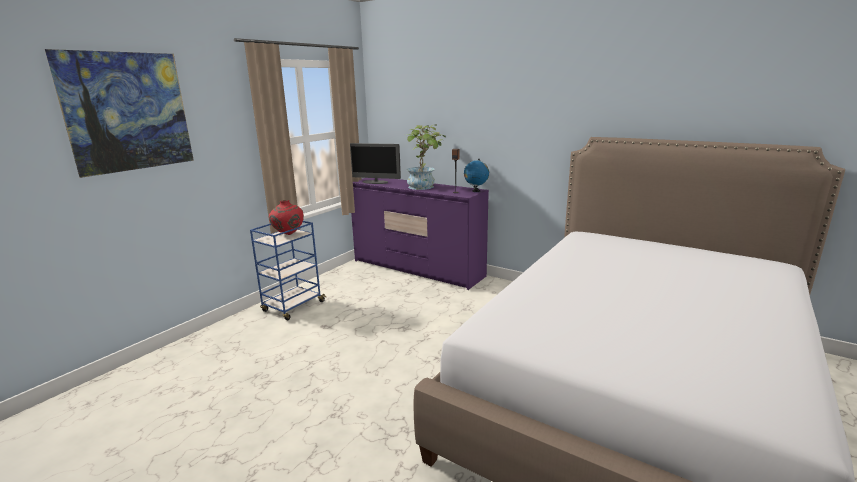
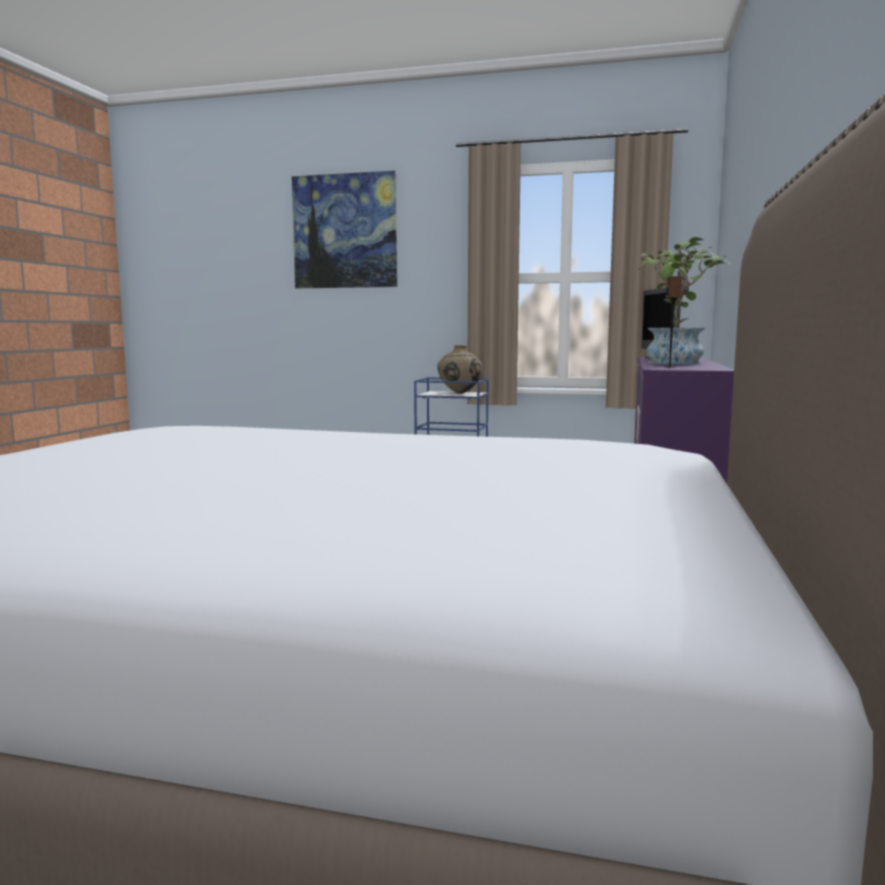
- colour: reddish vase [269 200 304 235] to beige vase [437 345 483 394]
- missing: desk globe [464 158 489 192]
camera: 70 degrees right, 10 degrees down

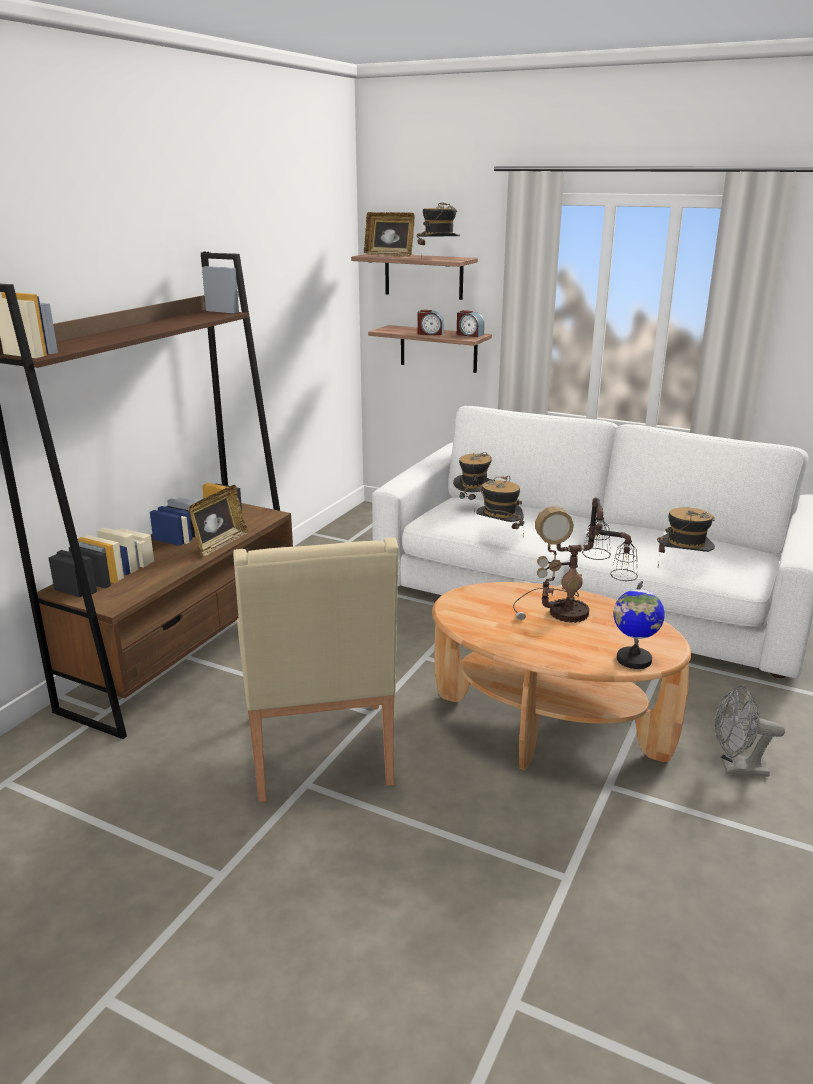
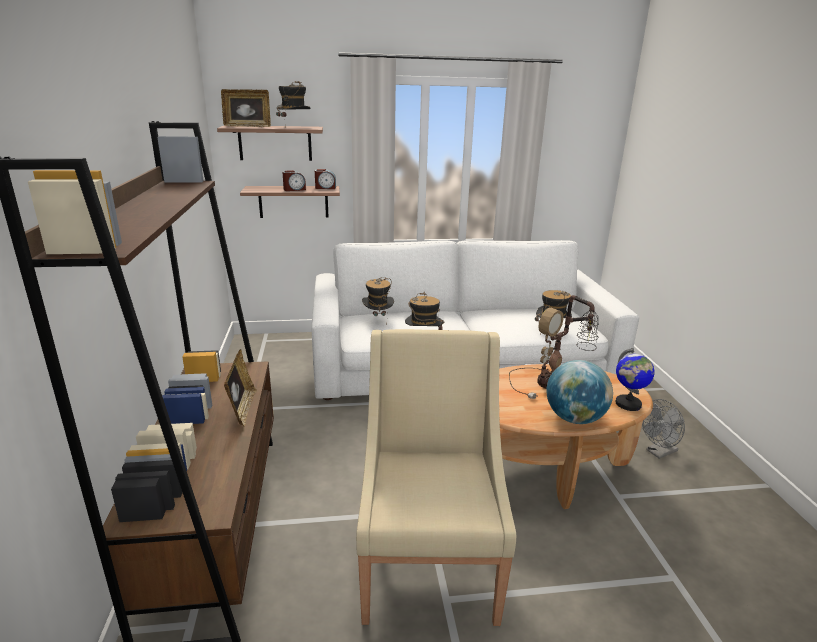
- spun: beige armchair [233 537 398 802] = [356 329 516 626] 135 degrees counterclockwise
- appeared: desk globe [546 360 613 424]
camera: 35 degrees left, 0 degrees up

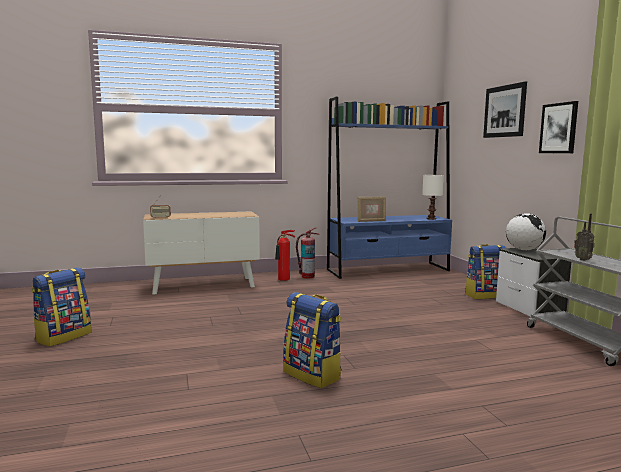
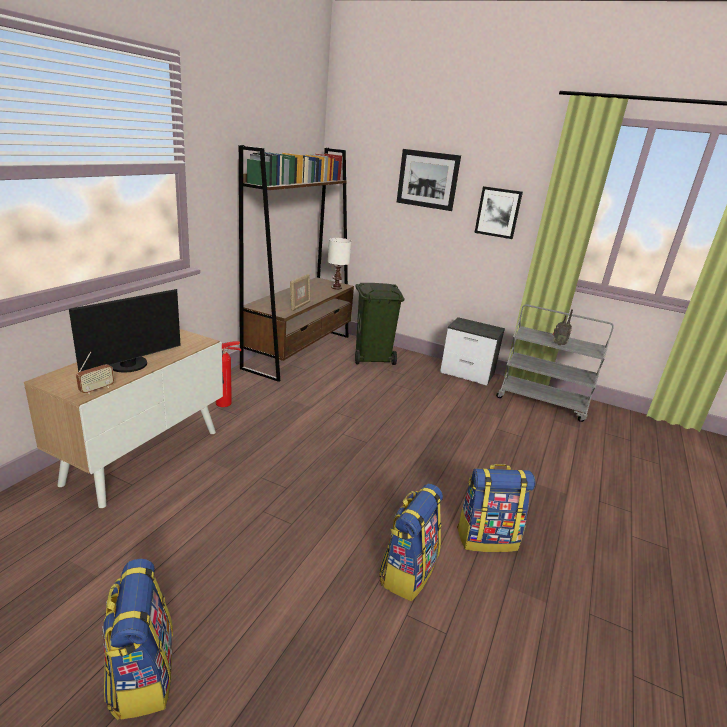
- appeared: computer display [69 289 181 372]
- colour: blue bookcase [327 97 452 279] to brown-coloured bookcase [239 145 354 382]
- appeared: green rubbish bin [355 283 405 365]
- relocated: rucksack [465 244 506 299] to [379 484 443 601]
- missing: fire-fighting cylinder [296 227 320 279]
- missing: desk globe [506 213 546 251]
camera: 50 degrees left, 15 degrees up

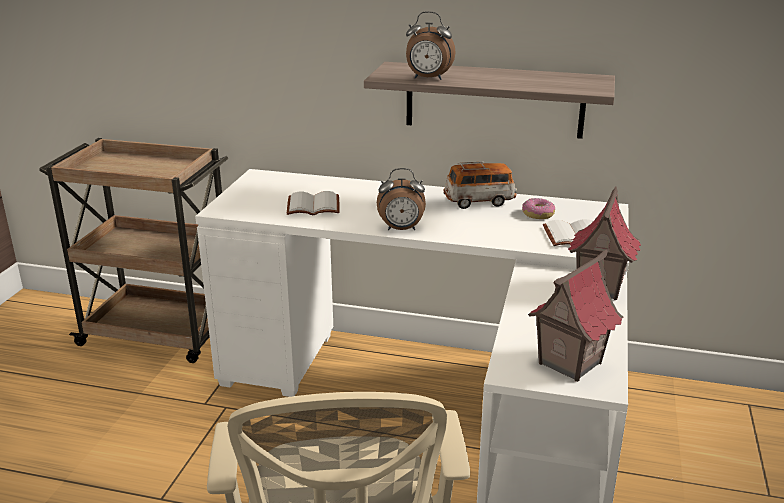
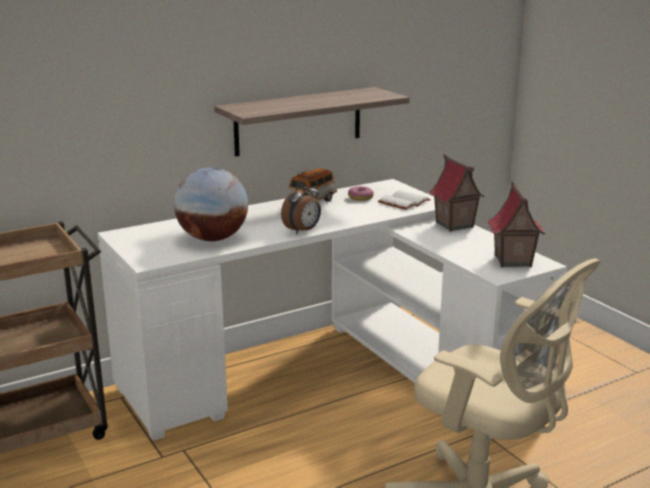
- exchanged: whitish bound book [287 191 340 215] to desk globe [174 168 248 241]
- missing: alarm clock [406 11 456 80]
camera: 45 degrees left, 5 degrees down

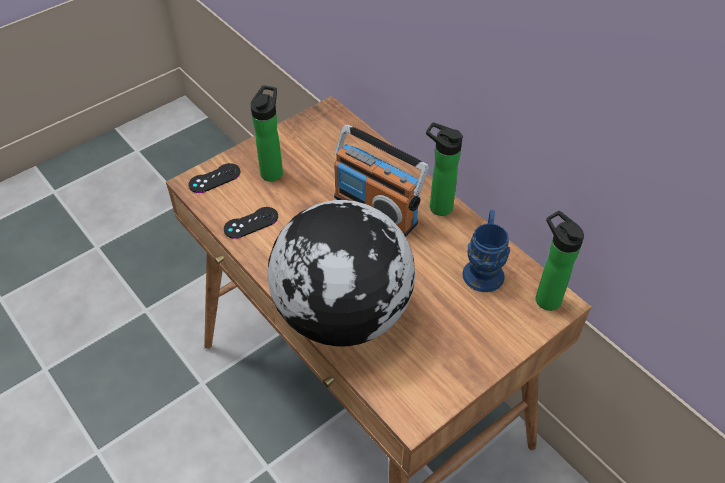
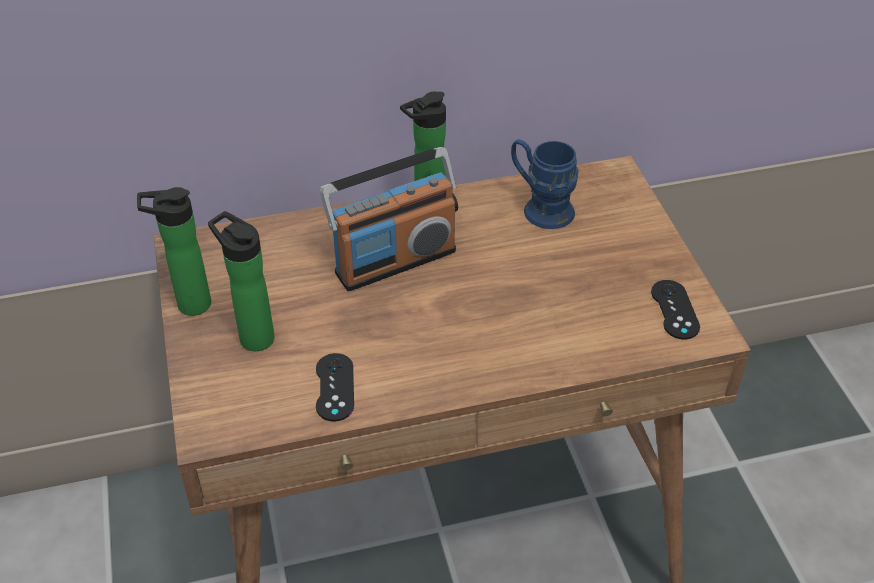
- relocated: bottle [536 211 584 311] to [137 187 211 316]
- relocated: black game controller [189 163 240 193] to [651 280 700 339]
- missing: desk globe [268 200 415 347]
camera: 65 degrees left, 5 degrees down

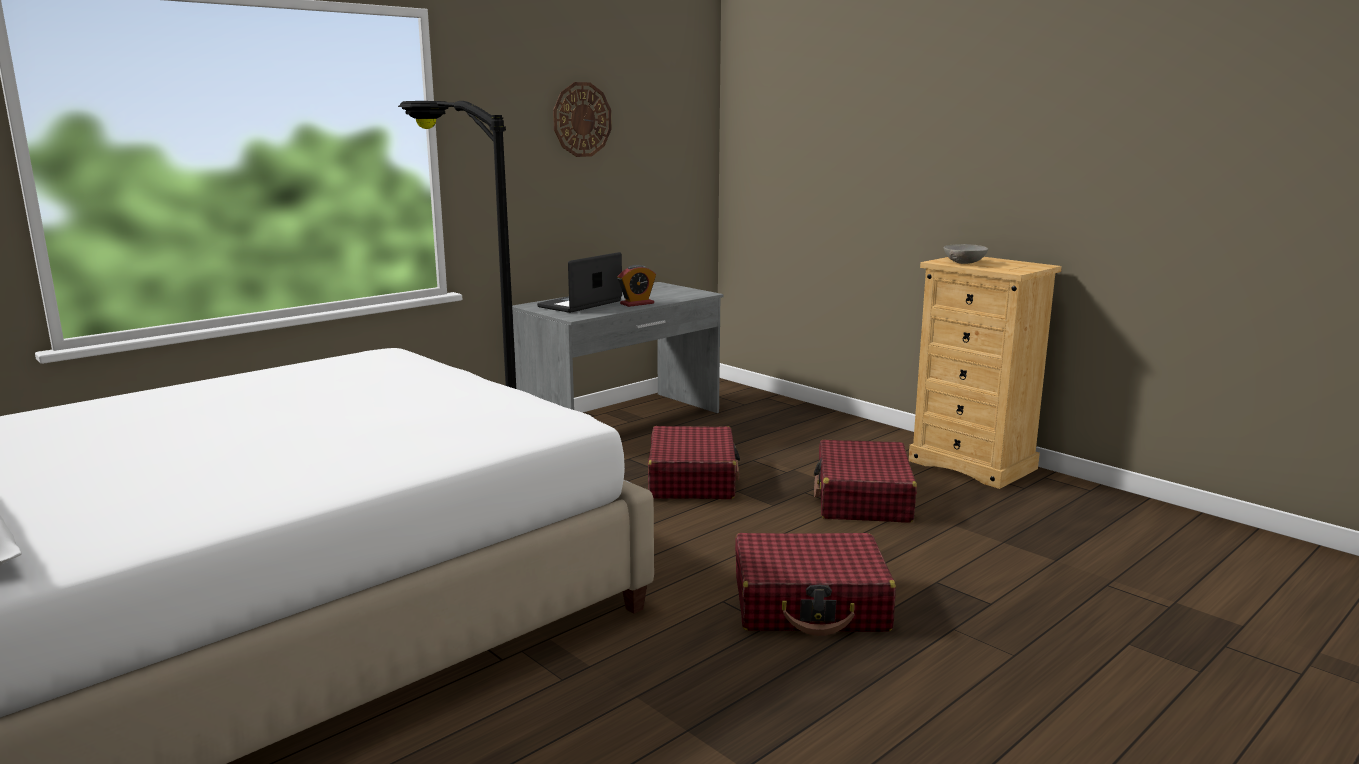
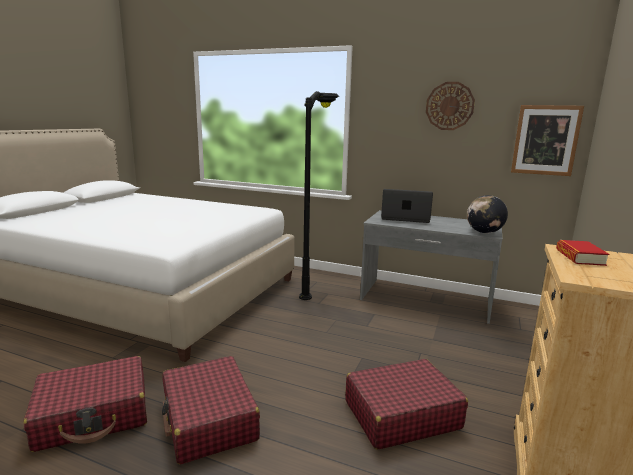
- relocated: reddish piece of luggage [648 426 740 499] to [23 356 147 452]
- appeared: desk globe [467 195 508 233]
- appeared: picture [511 105 584 176]
- exchanged: gray serving bowl [944 244 988 264] to bound book [556 240 609 266]
- missing: alarm clock [618 265 656 307]
camera: 65 degrees right, 0 degrees up

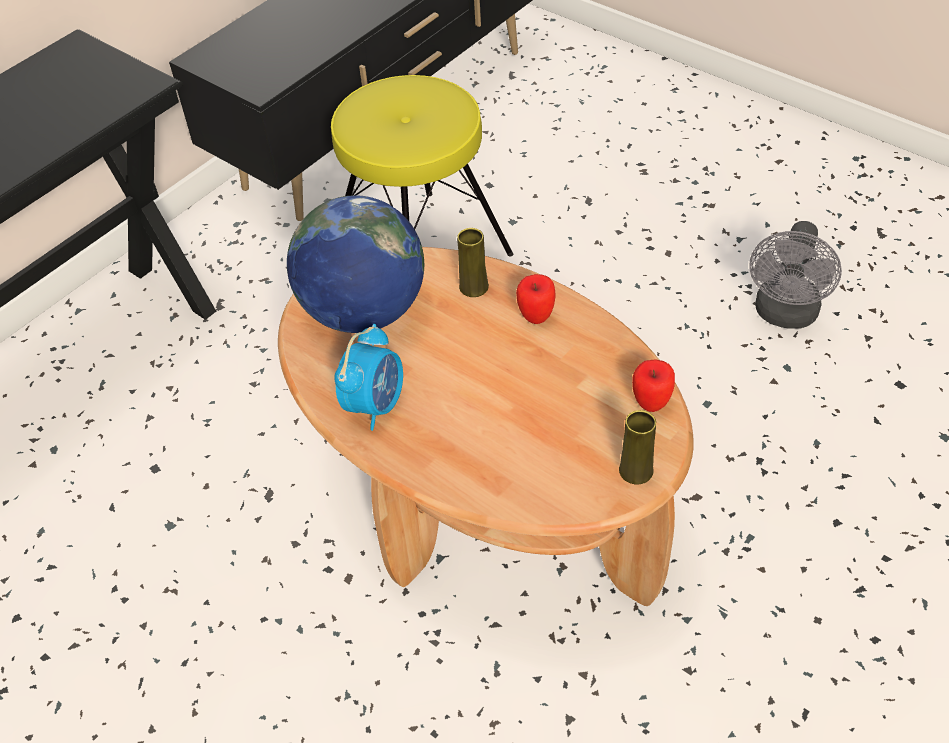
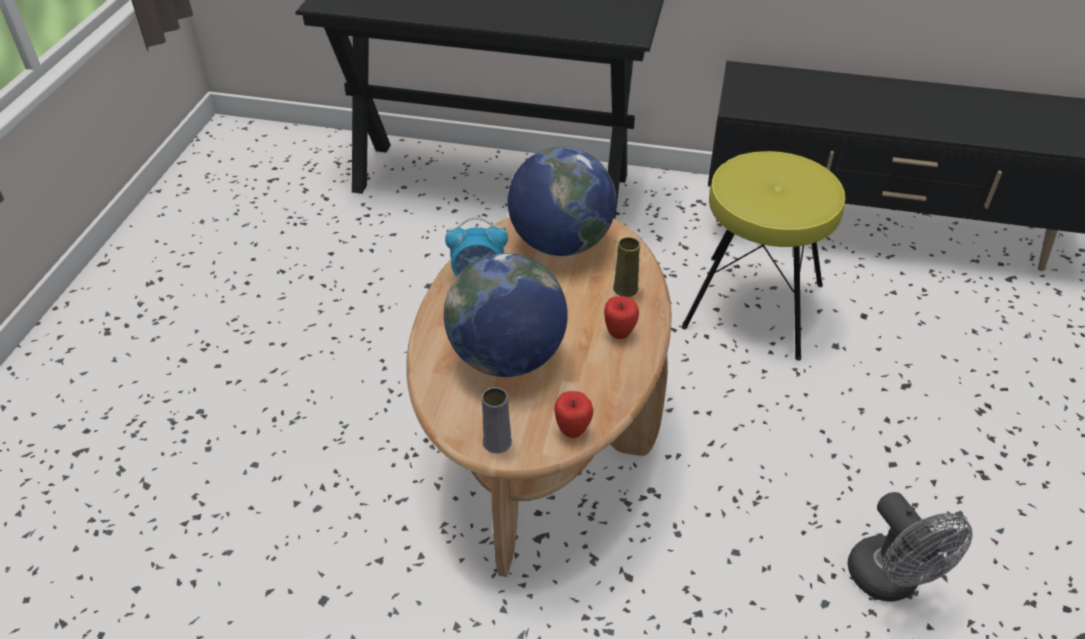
- appeared: desk globe [444 253 568 377]
- colour: yellow vase [619 410 656 484] to gray vase [482 387 512 453]
- spun: gray fan [750 221 842 329] = [848 492 973 602] 105 degrees counterclockwise
camera: 60 degrees right, 5 degrees down

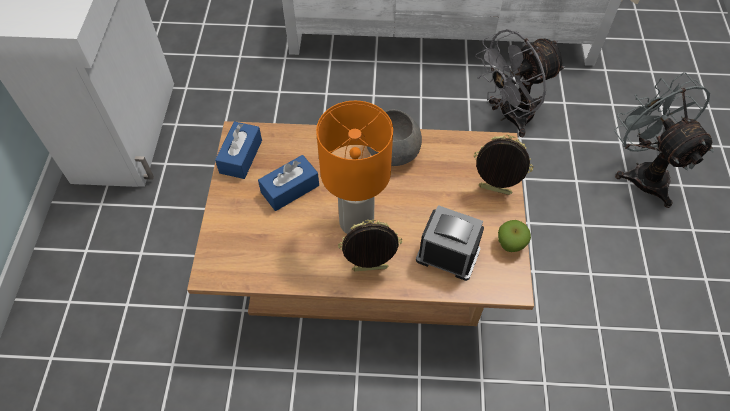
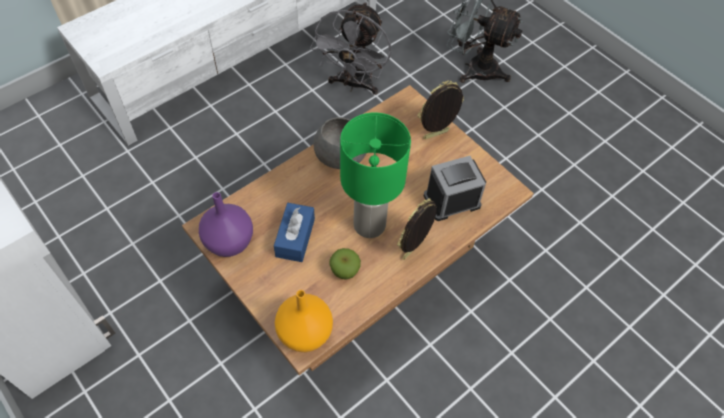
- exchanged: blue tissue holder [215 121 262 179] to purple vase [199 192 253 257]
- appeared: orangey vase [275 290 333 352]
- relocated: whole apple [498 220 531 252] to [329 248 361 279]
- colour: orangey tabletop lamp [316 101 393 234] to green tabletop lamp [340 113 411 238]
camera: 45 degrees left, 0 degrees up

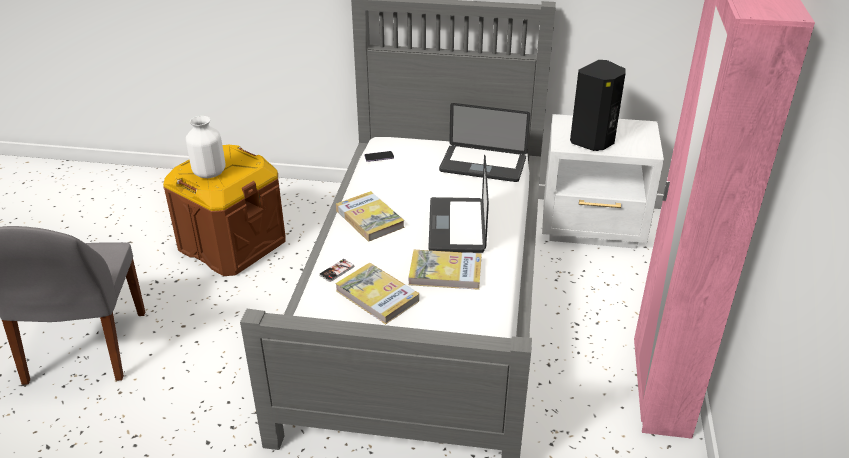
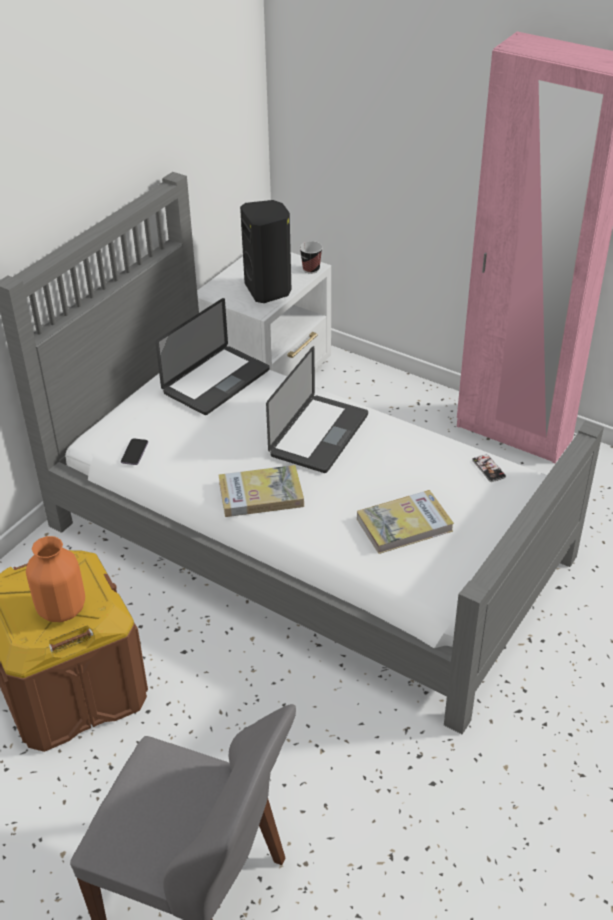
- colour: whitish vase [186 116 226 178] to orangey vase [26 536 85 622]
- spun: portable computer [428 154 489 253] = [266 346 368 473] 90 degrees counterclockwise
- appeared: drinking cup [299 241 323 274]
- relocated: handset [319 258 354 282] to [472 454 506 482]
- missing: bound book [408 250 482 290]
camera: 65 degrees left, 5 degrees up

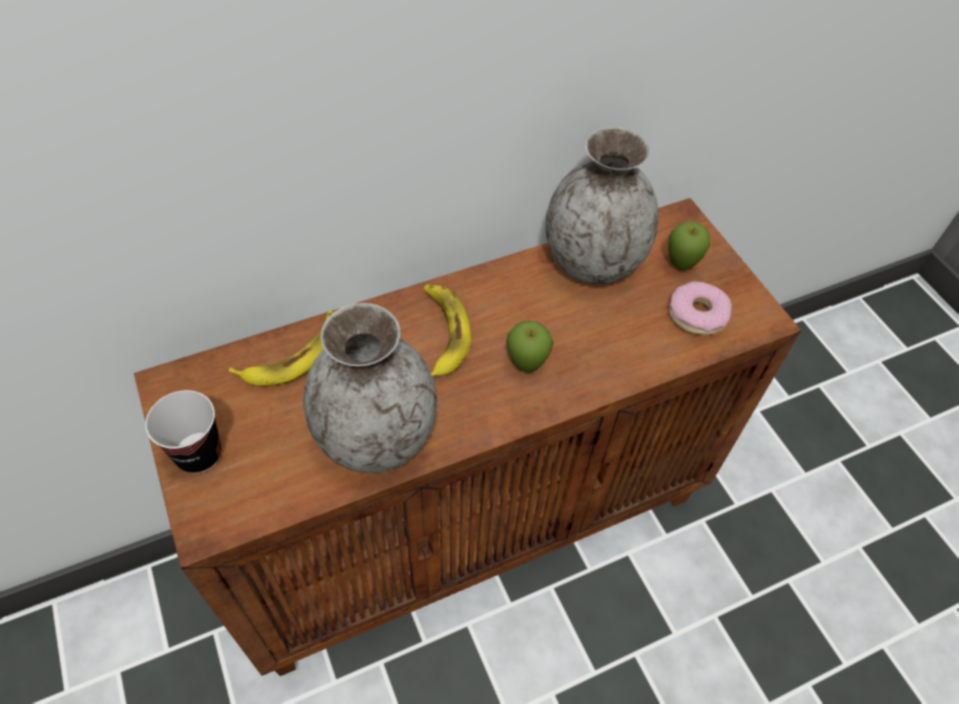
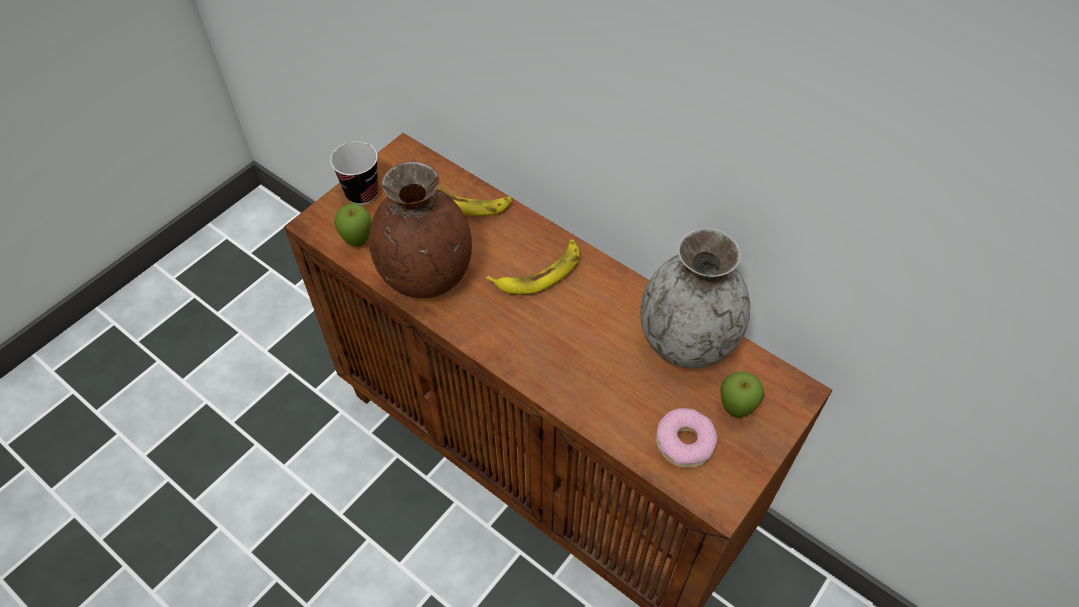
- relocated: whole apple [506 321 554 372] to [334 203 371 247]
- colour: gray vase [303 303 437 473] to brown-coloured vase [369 161 472 298]
camera: 65 degrees right, 0 degrees up

